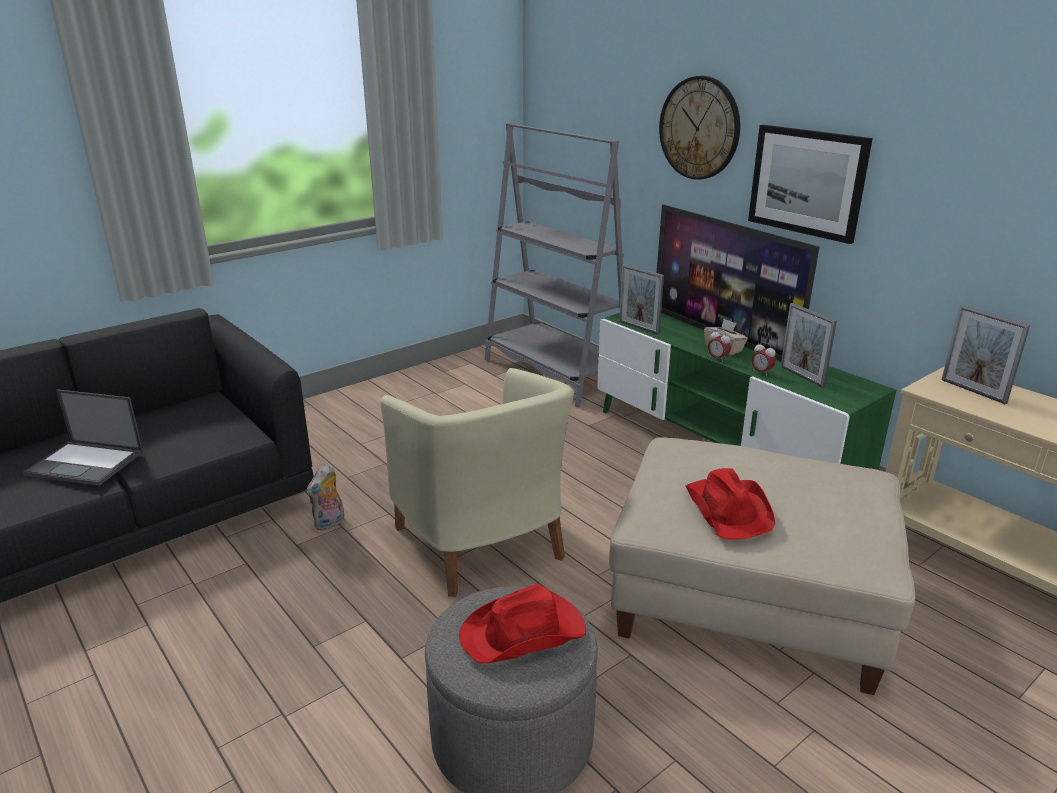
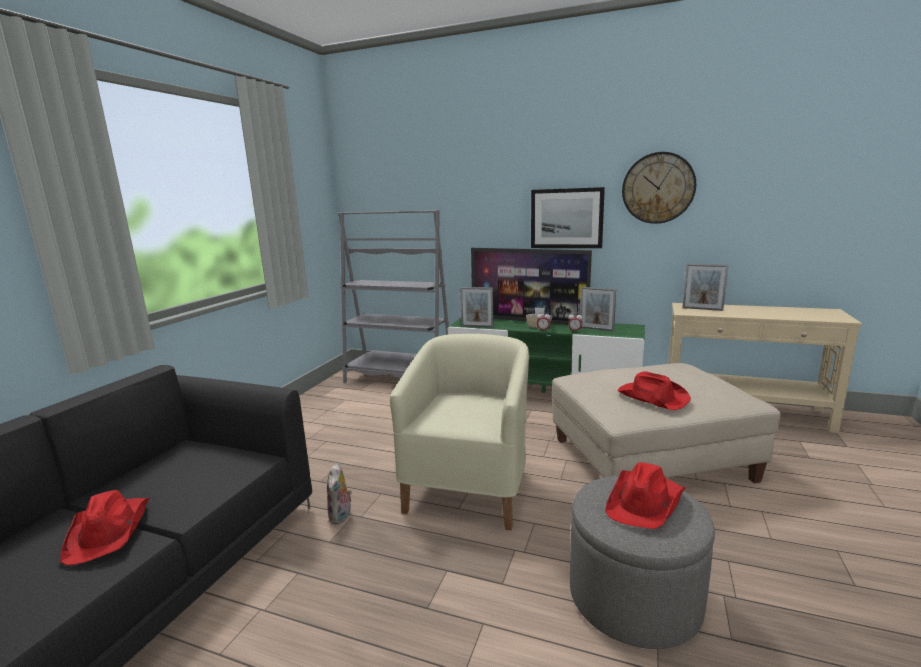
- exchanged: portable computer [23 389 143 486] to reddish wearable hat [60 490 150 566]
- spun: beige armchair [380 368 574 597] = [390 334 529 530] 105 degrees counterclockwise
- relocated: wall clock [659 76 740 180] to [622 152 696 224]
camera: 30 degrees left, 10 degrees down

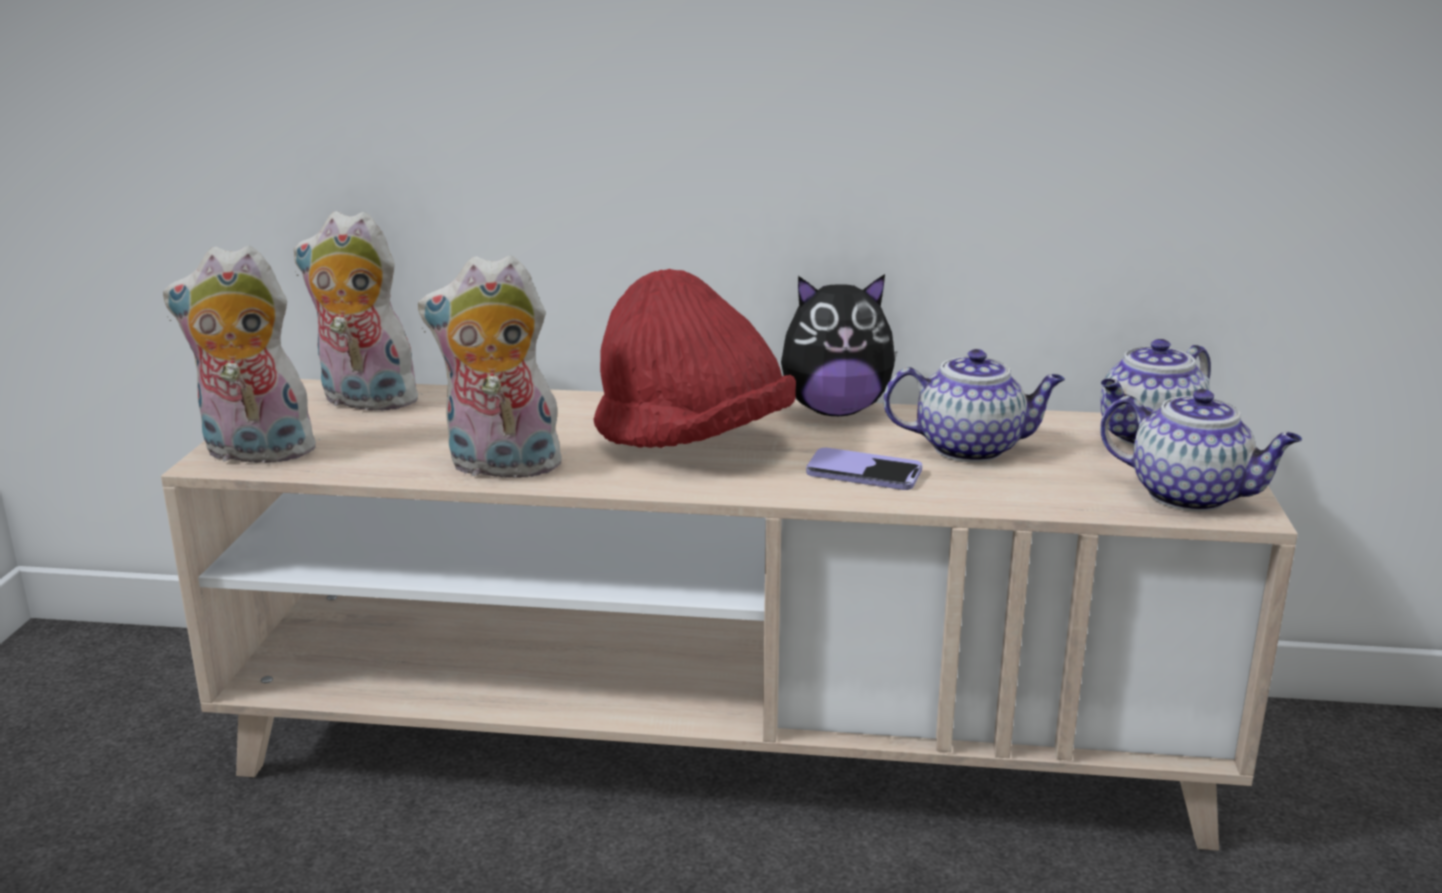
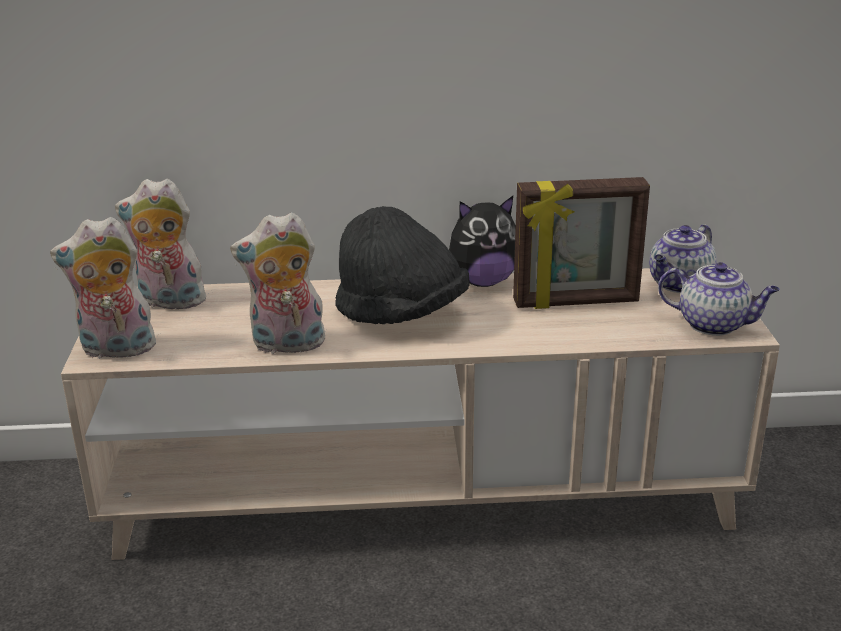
- colour: reddish wearable hat [593 269 796 448] to black wearable hat [335 206 470 324]
- exchanged: pot for tea [883 349 1065 462] to standing frame [513 177 650 309]
- missing: handset [806 448 922 490]
camera: 10 degrees left, 5 degrees up

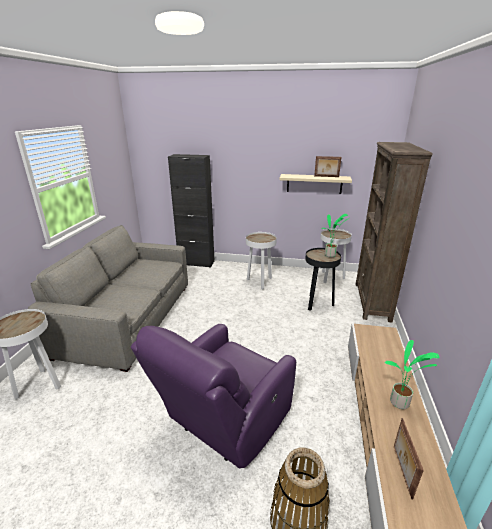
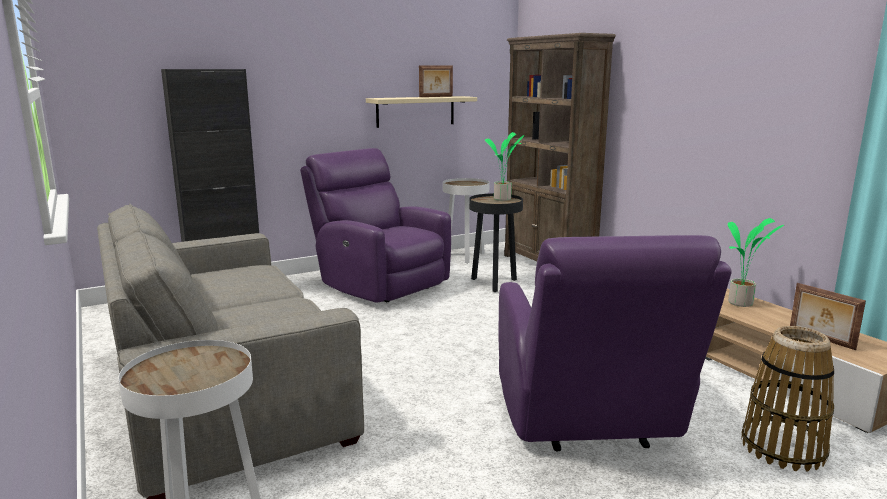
- exchanged: whitish end table [246 232 277 289] to purple armchair [300 148 451 303]
camera: 40 degrees left, 10 degrees down

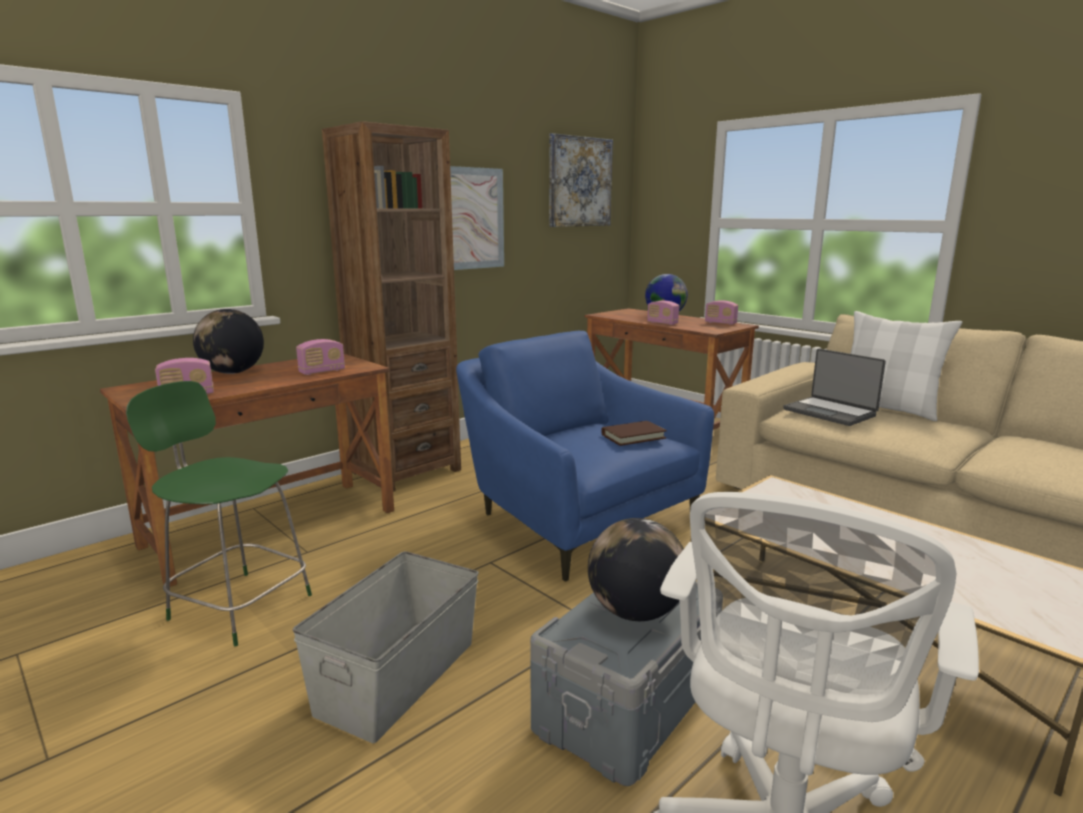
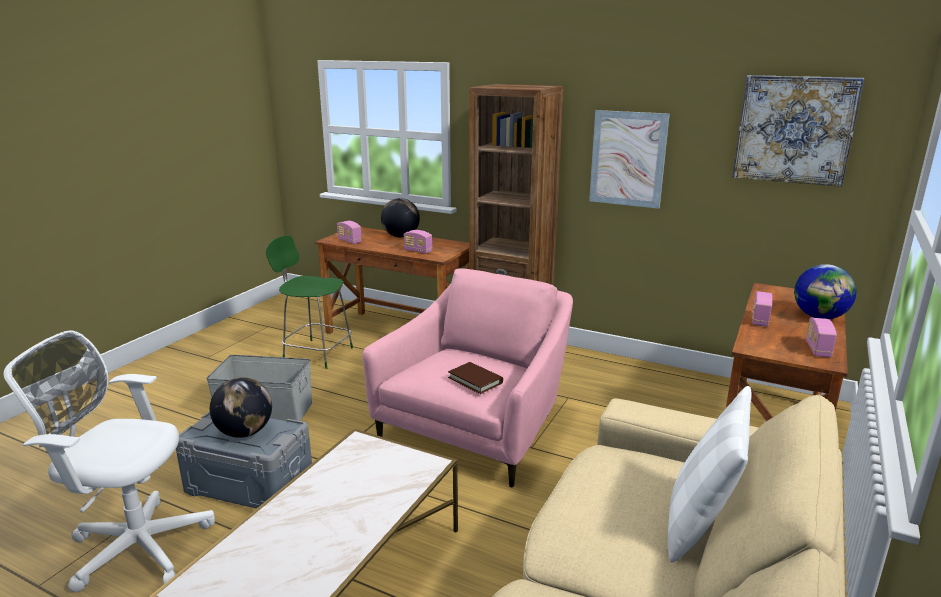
- spun: green chair [126 381 312 646] = [266 235 353 369] 75 degrees counterclockwise
- colour: blue armchair [456 331 714 582] to pinkish armchair [363 268 573 488]
- missing: portable computer [783 349 886 426]
camera: 70 degrees right, 5 degrees up

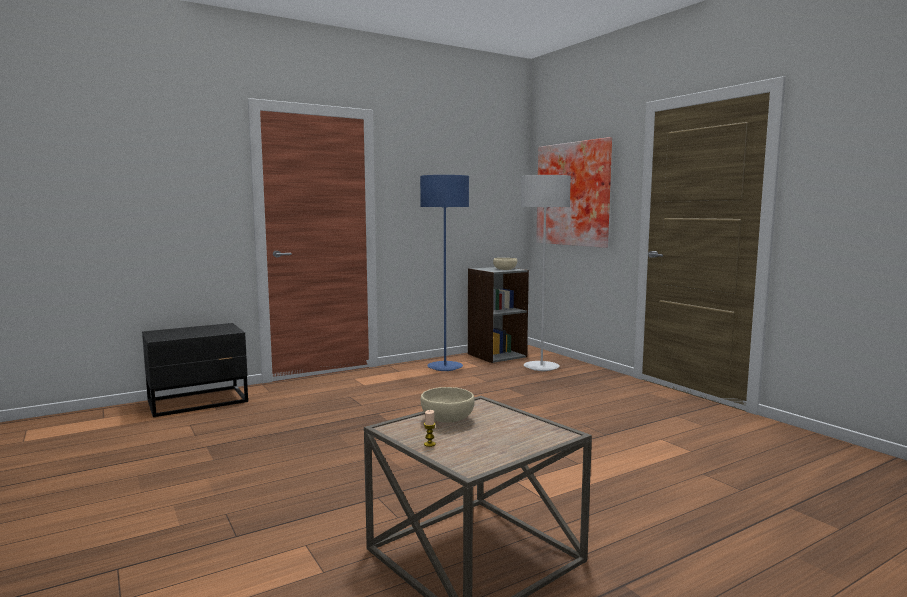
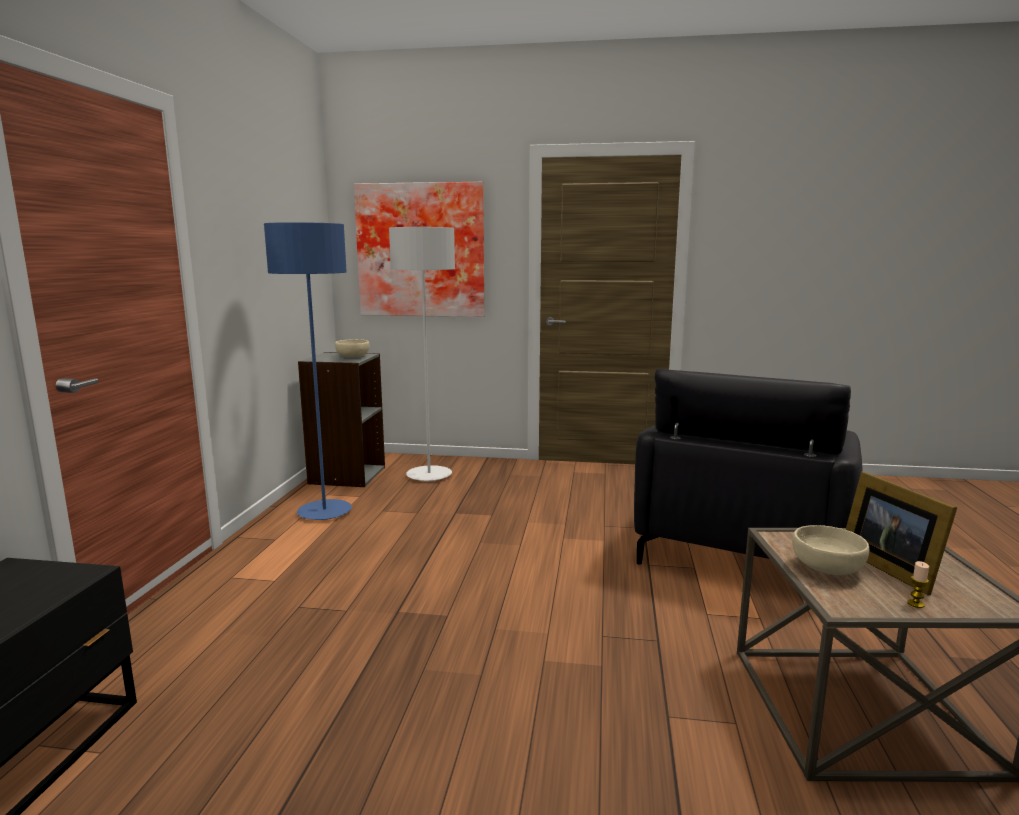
- appeared: black armchair [634 369 862 564]
- appeared: standing frame [846 472 957 596]
camera: 50 degrees left, 5 degrees up

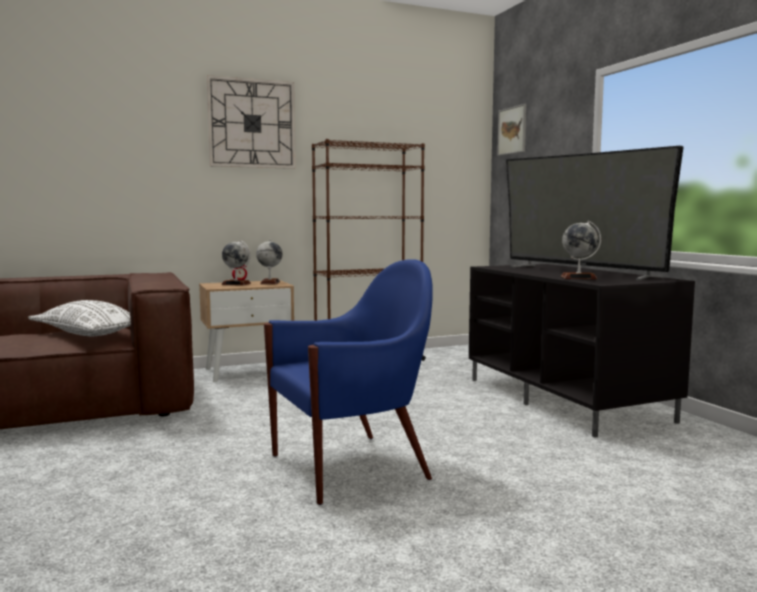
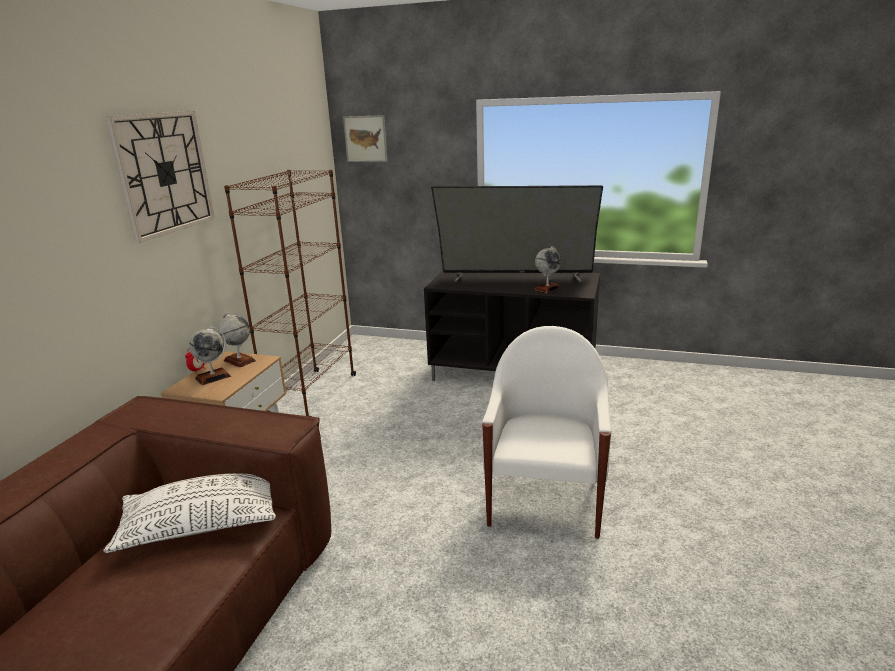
- colour: blue armchair [264 259 433 505] to whitish armchair [482 326 611 539]
camera: 50 degrees left, 15 degrees up

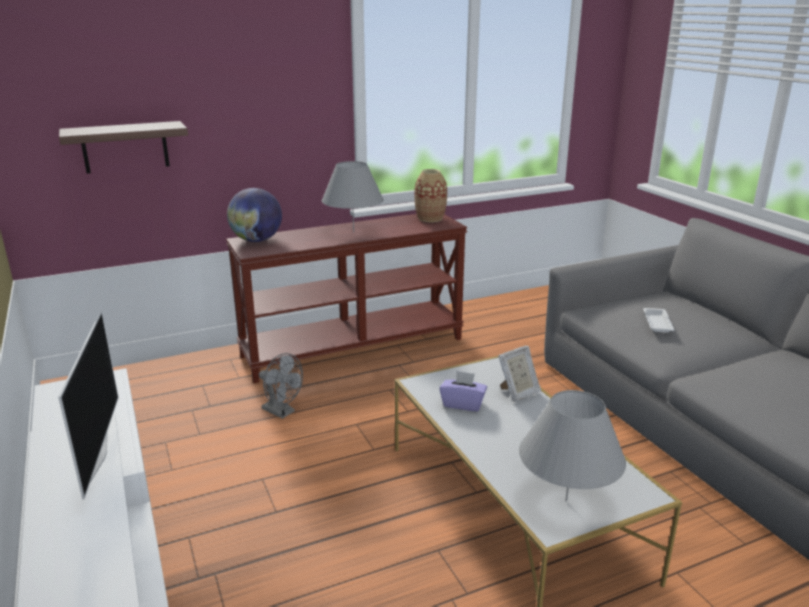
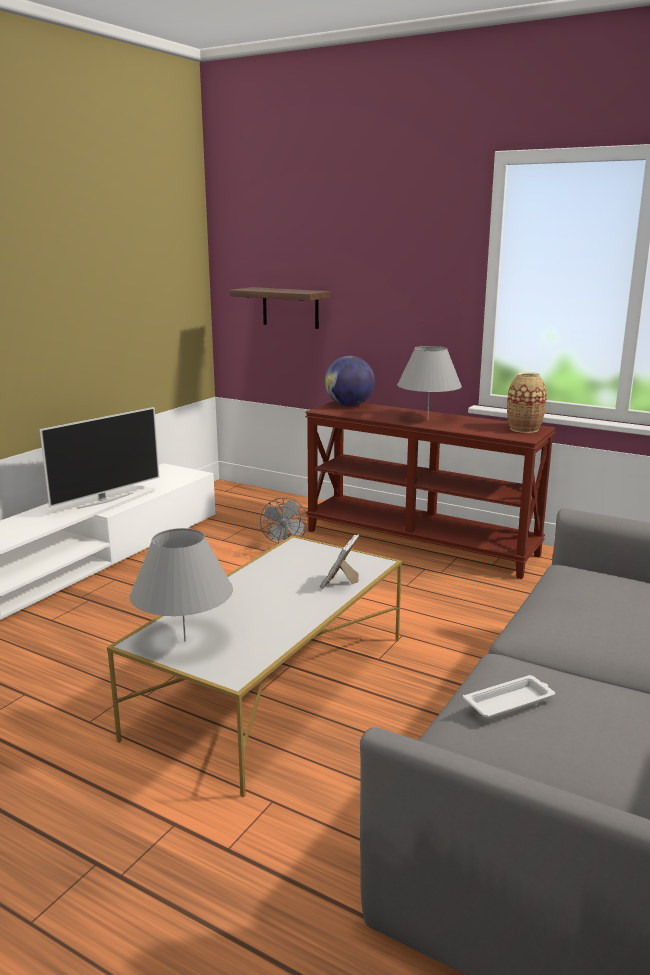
- spun: standing frame [498 345 541 402] = [320 534 359 589] 90 degrees clockwise
- relocated: whitish tray [643 308 675 333] to [463 675 555 718]
- missing: purple tissue holder [440 371 487 411]
camera: 55 degrees right, 5 degrees down

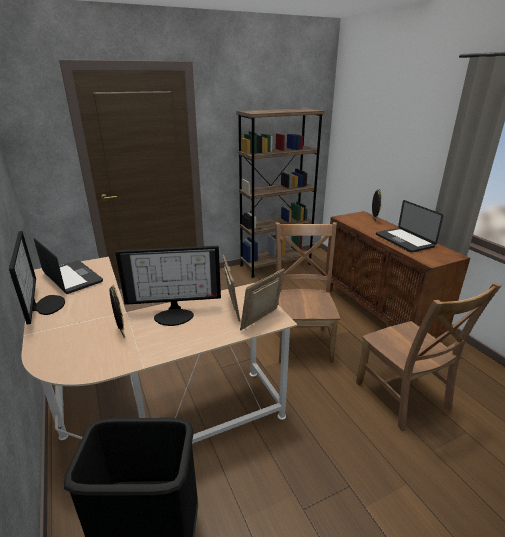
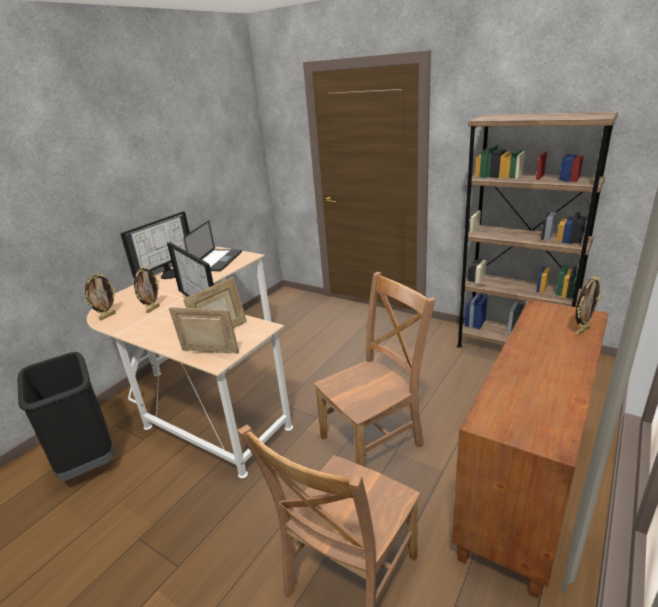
- appeared: standing frame [85 274 116 321]
- missing: portable computer [376 200 443 253]
camera: 60 degrees right, 0 degrees up

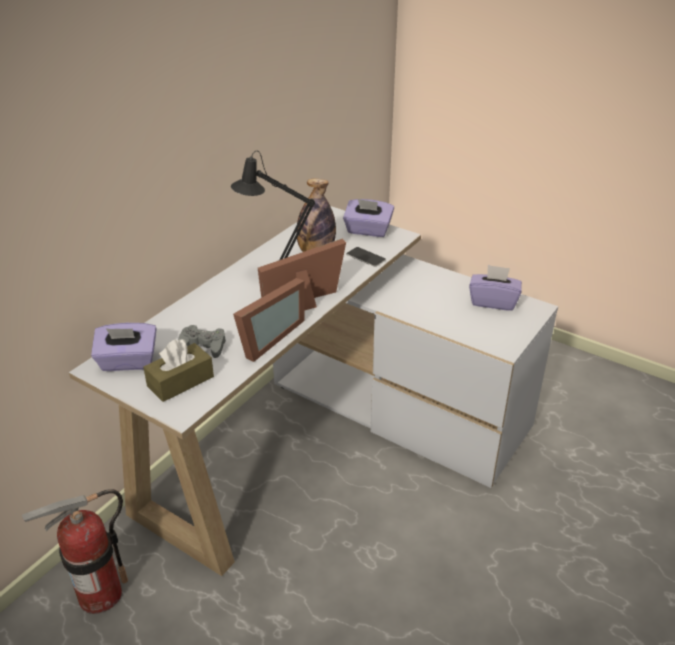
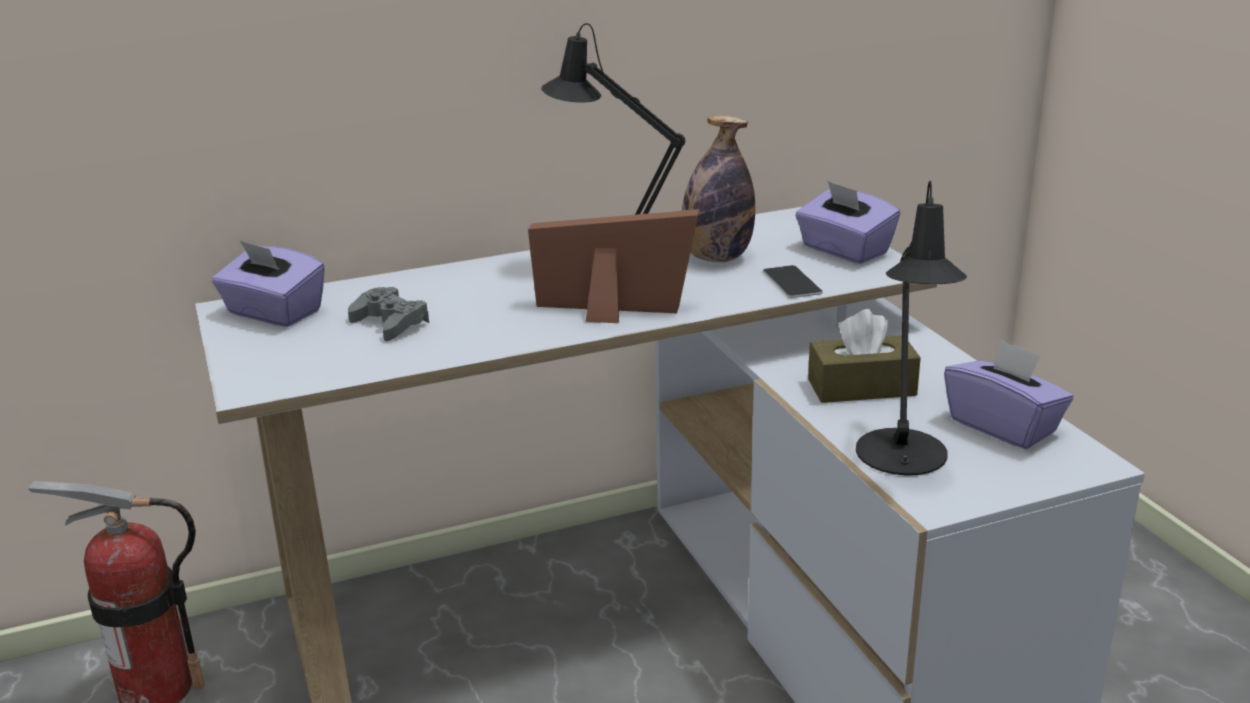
- relocated: brown-coloured tissue holder [143 339 214 402] to [808 309 921 403]
- appeared: black tabletop lamp [856 181 967 476]
- missing: standing frame [233 278 304 362]
camera: 35 degrees right, 10 degrees down

